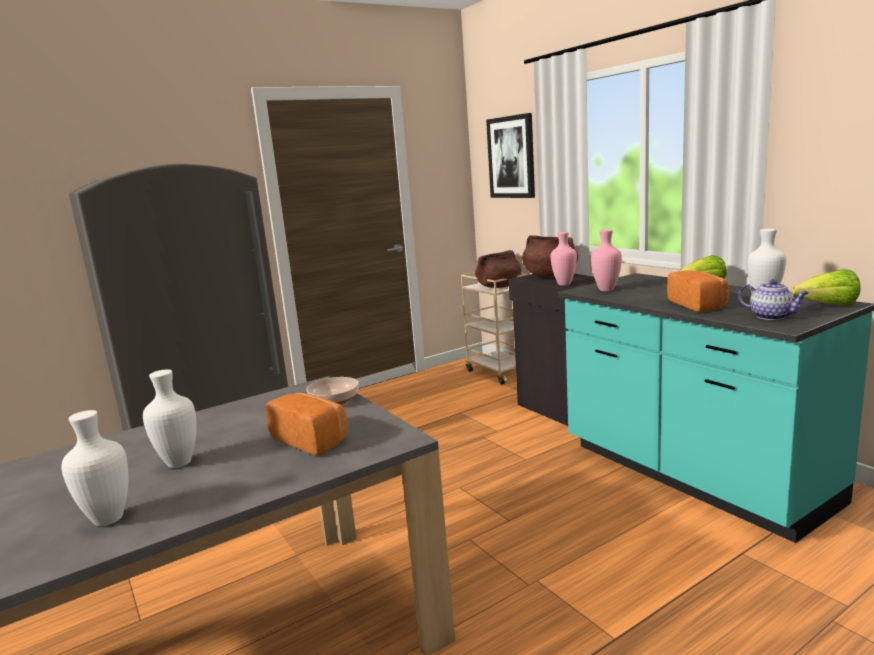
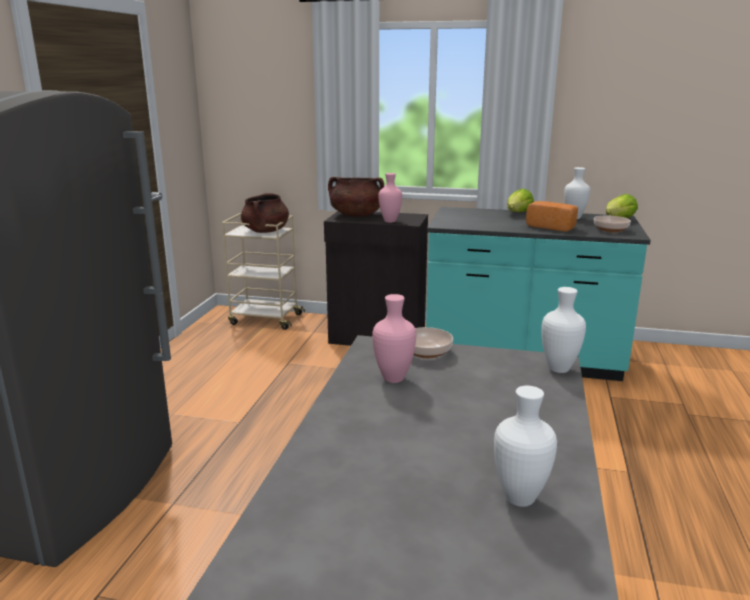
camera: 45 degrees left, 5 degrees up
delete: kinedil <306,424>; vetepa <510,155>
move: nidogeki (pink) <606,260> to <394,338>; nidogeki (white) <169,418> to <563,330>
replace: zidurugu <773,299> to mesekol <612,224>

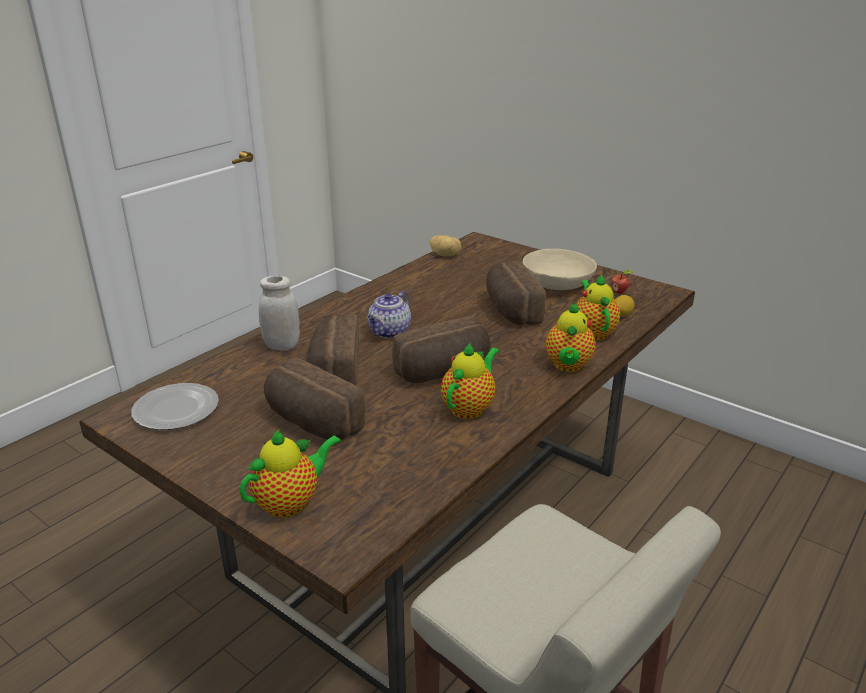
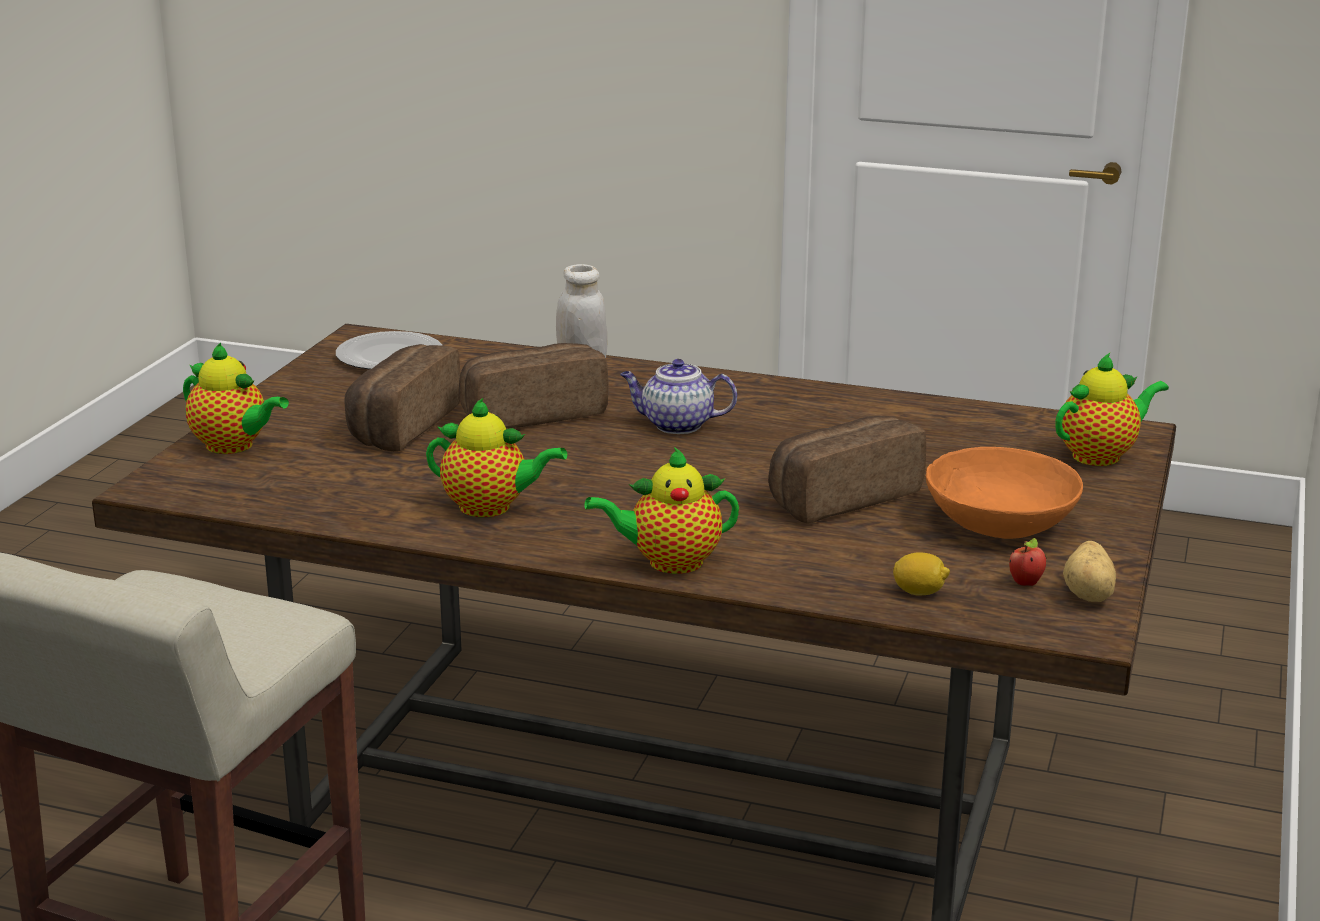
camera: 70 degrees right, 5 degrees down
delete: kinedil <441,349>
move: zidurugu <598,307> to <1112,409>; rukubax <446,245> to <1089,571>
recolor: mesekol (beige) <560,269> to mesekol (orange) <1004,493>

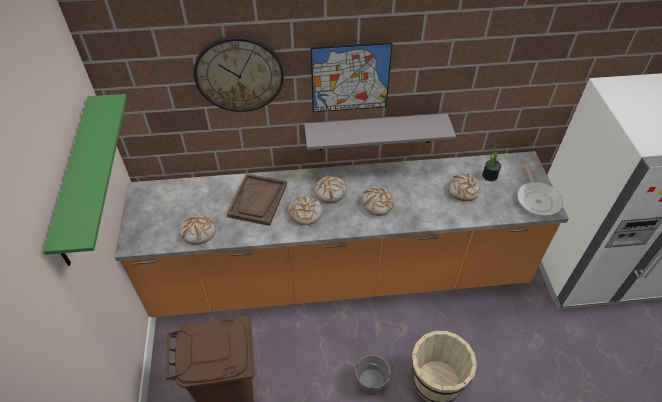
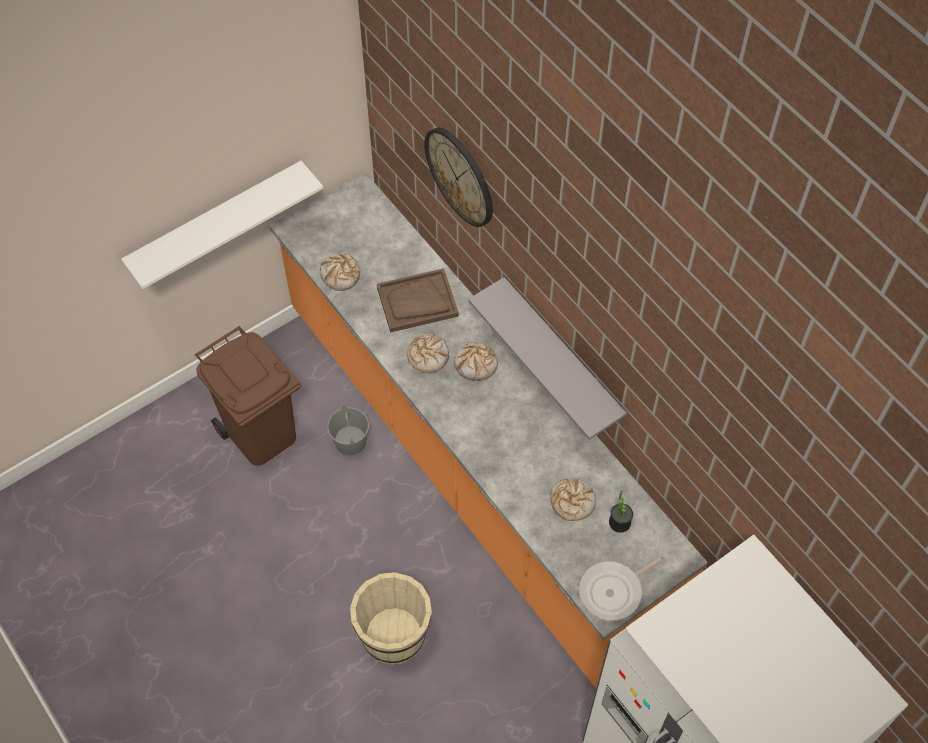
camera: 60 degrees right, 10 degrees up
delete: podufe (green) <85,180>; vetepa <351,77>; kinedil <377,201>
insert: podufe (white) <222,225>
move: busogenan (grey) <372,375> to <348,431>

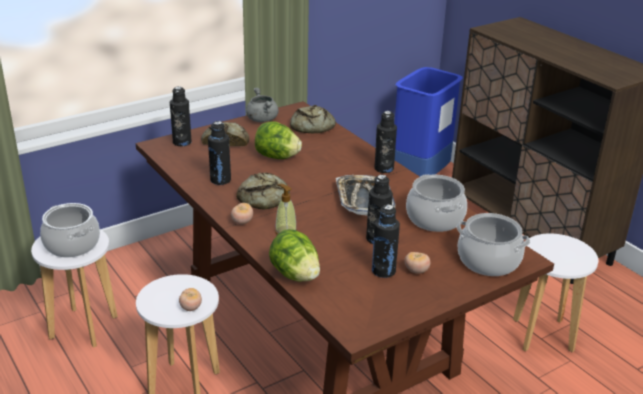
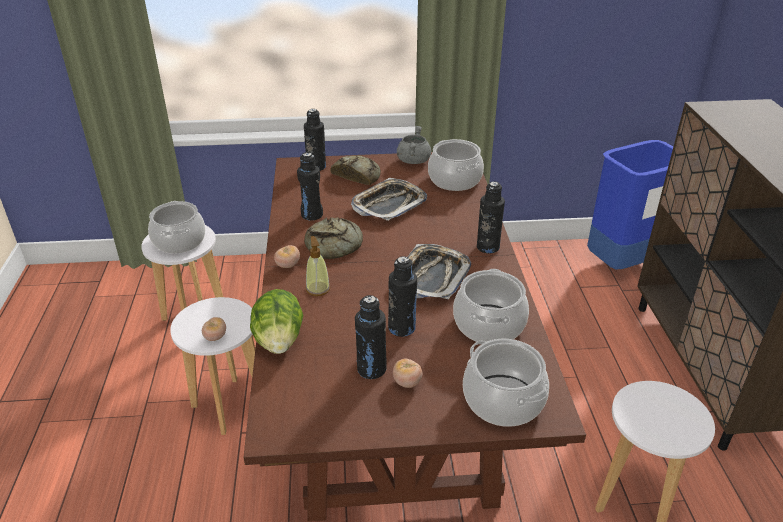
camera: 30 degrees right, 5 degrees up
replace: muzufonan <278,140> to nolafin <389,199>; kinedil <313,119> to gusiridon <456,165>

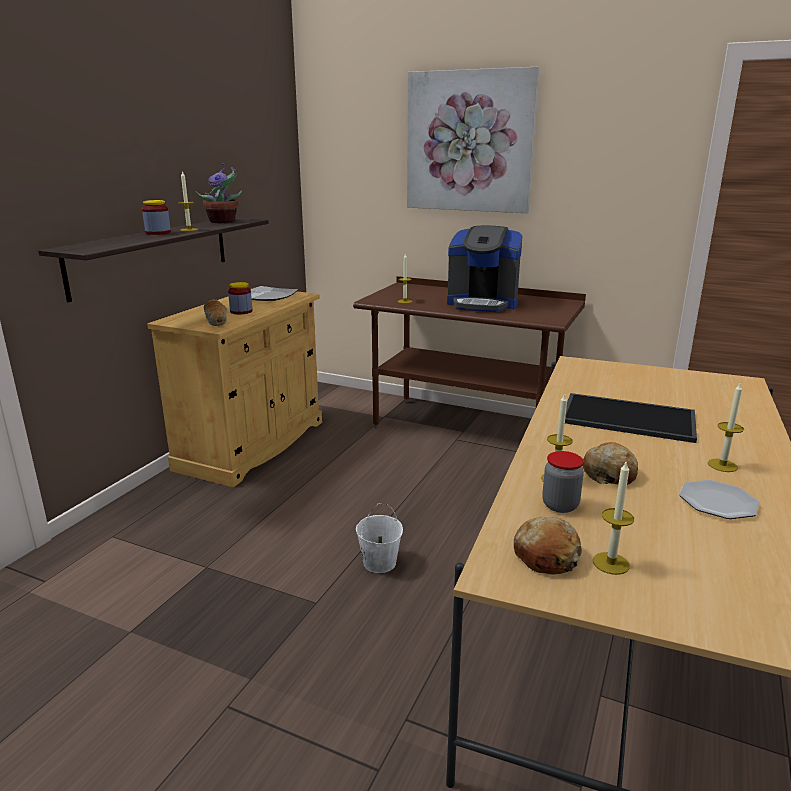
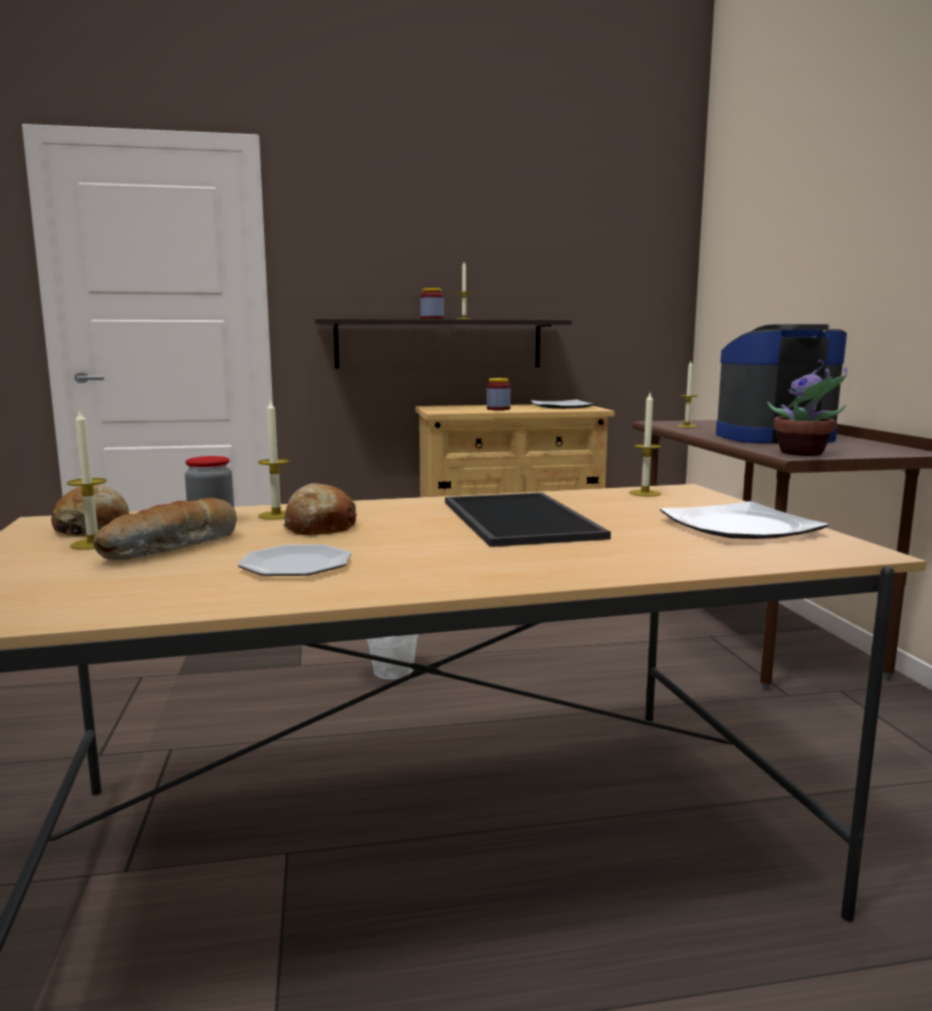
camera: 55 degrees right, 10 degrees down
delete: vetepa <473,140>
insert: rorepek <744,520>
move: kinedil <215,312> to <165,529>; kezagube <726,427> to <645,444>; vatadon <219,193> to <807,408>
rotate: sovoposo <484,269> = <781,384> 105 degrees clockwise

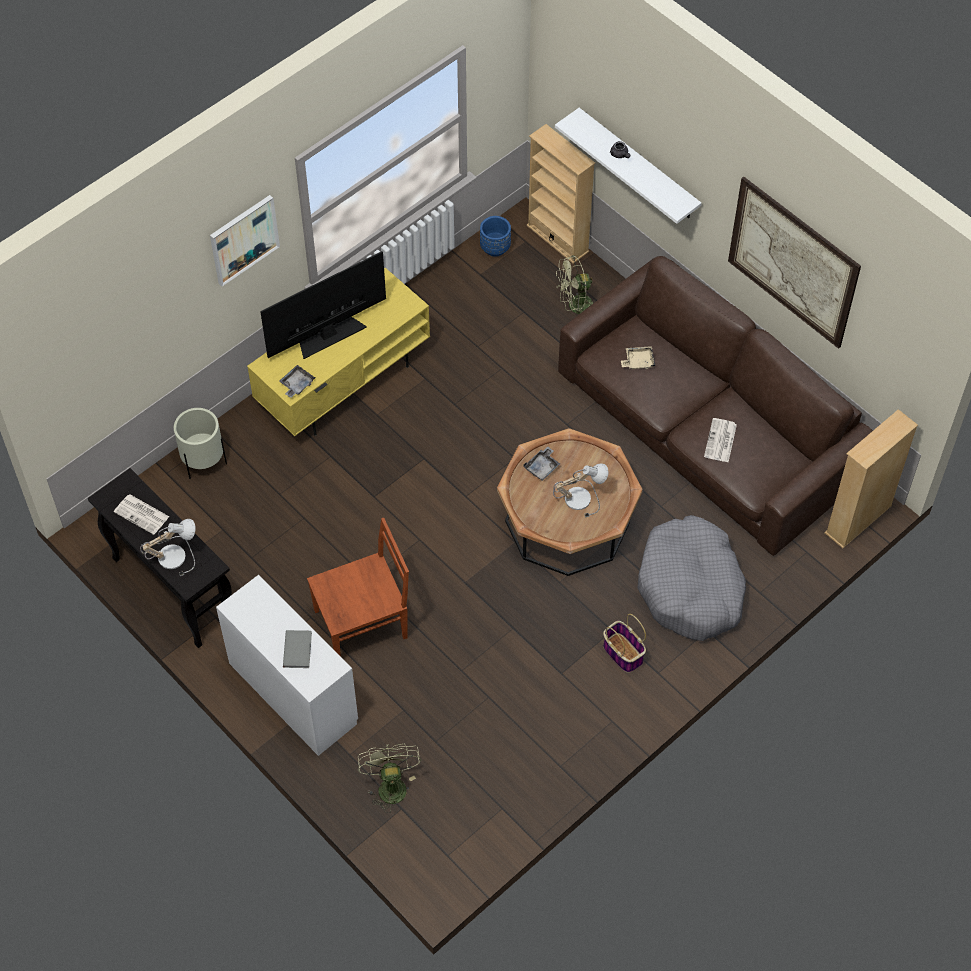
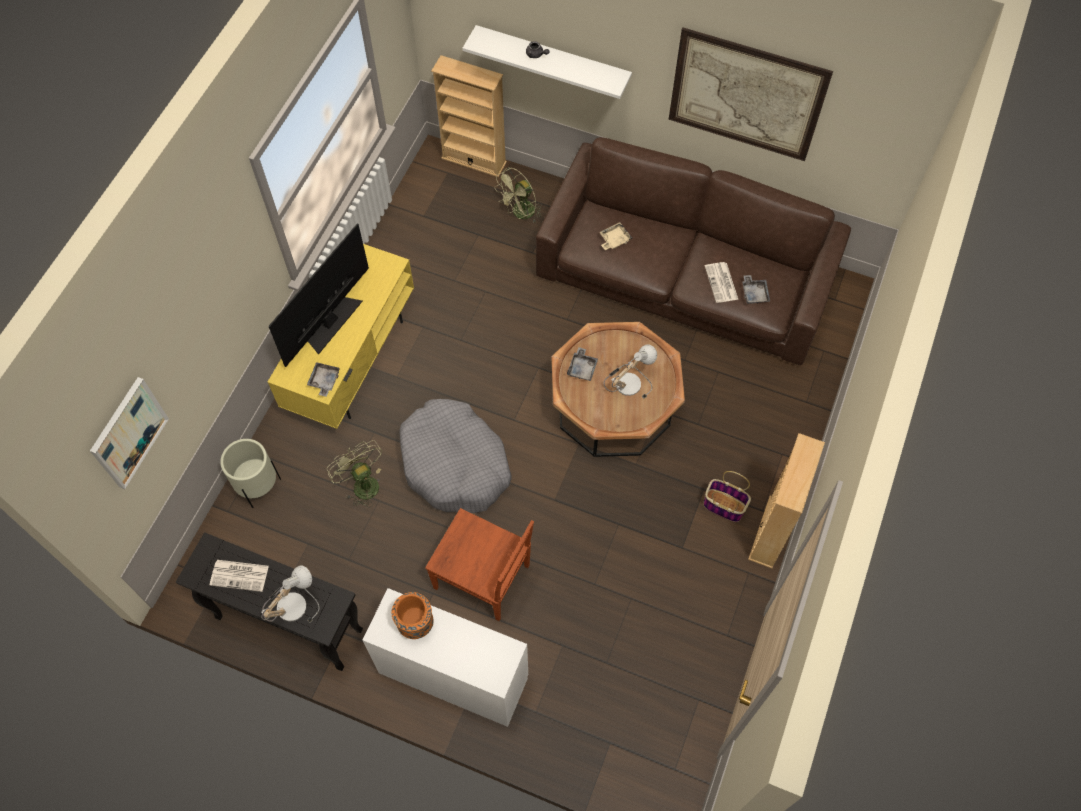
camera: 25 degrees left, 5 degrees up
delete: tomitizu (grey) <297,649>; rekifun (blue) <495,236>
insert: nidogeki (orange) <413,615>; nolafin (grey) <756,289>
move: vetepa <245,240> to <129,433>; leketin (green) <389,778> to <354,474>; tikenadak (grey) <691,578> to <455,456>; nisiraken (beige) <871,478> to <786,501>
rotate: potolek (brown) <358,587> = <479,564> 75 degrees clockwise

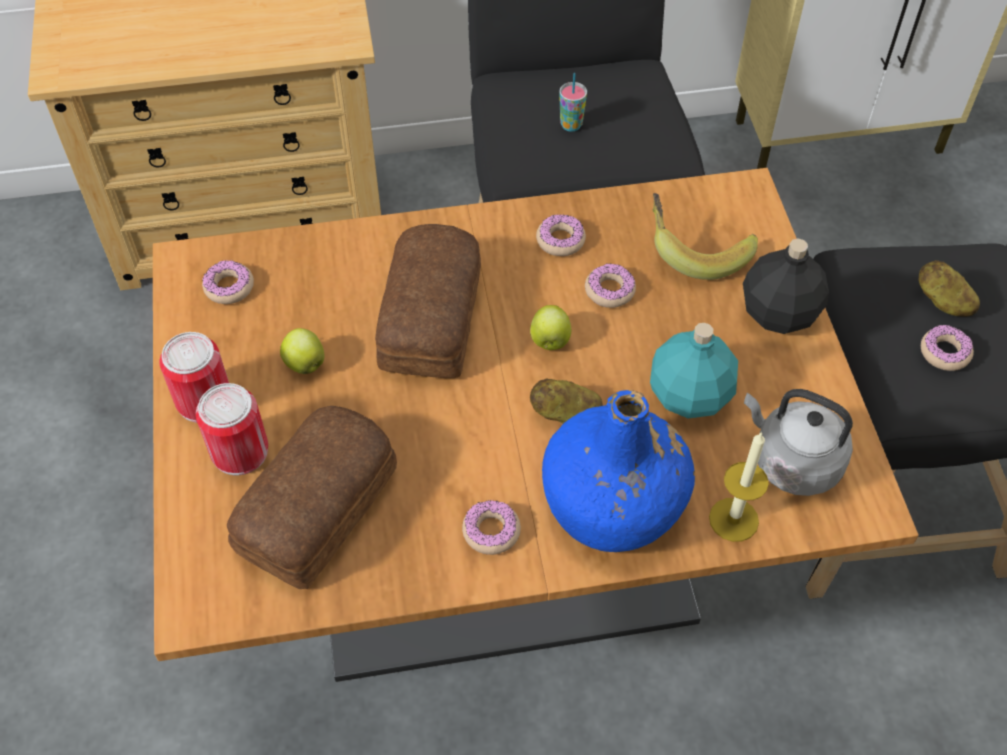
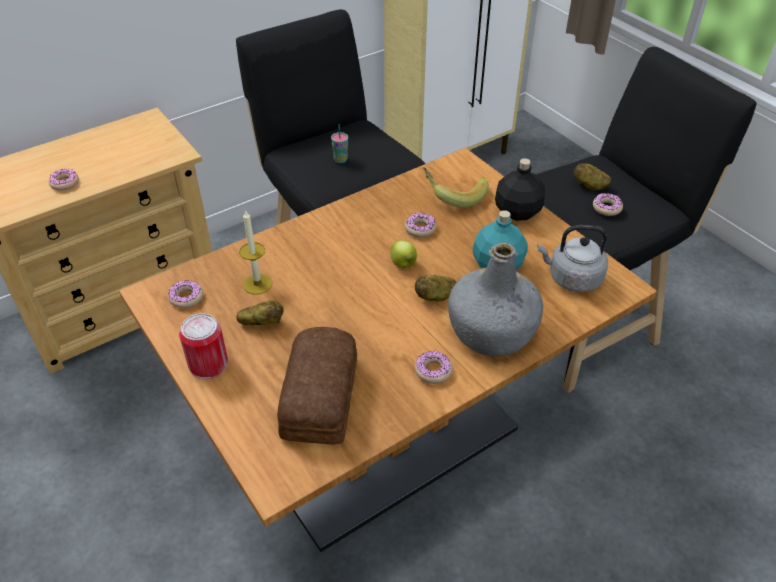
camera: 25 degrees left, 10 degrees down
delete: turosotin <232,429>; kinedil <428,301>
move: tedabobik <561,235> to <63,180>; kezagube <739,487> to <255,252>
replace: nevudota <302,351> to rukubax <260,313>
recolor: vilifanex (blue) <618,471> to vilifanex (grey) <495,300>

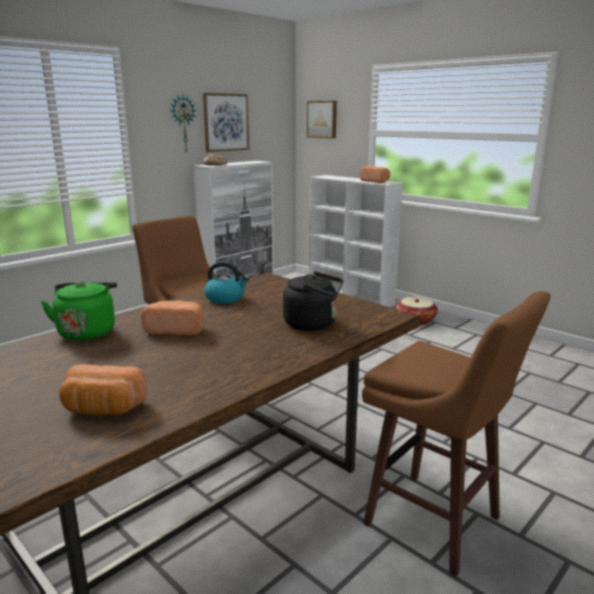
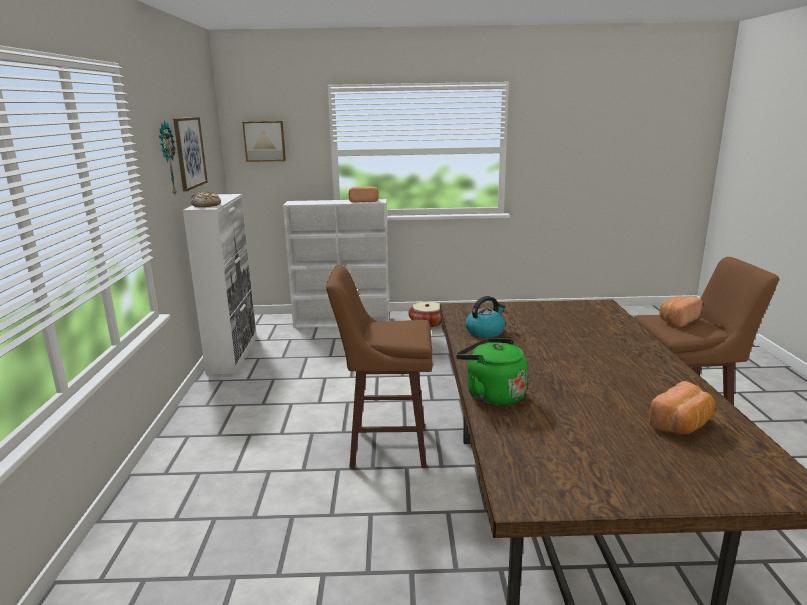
camera: 45 degrees left, 0 degrees up
delete: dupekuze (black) <313,301>
move: kinedil <173,318> to <681,311>

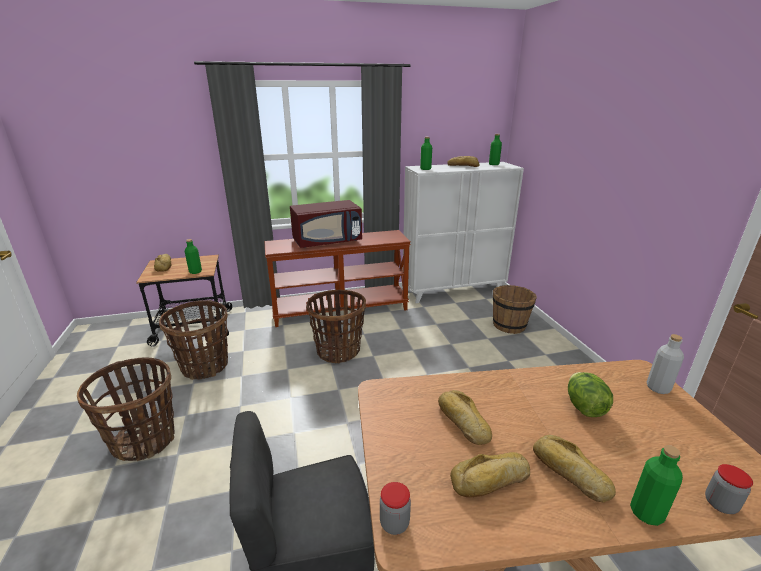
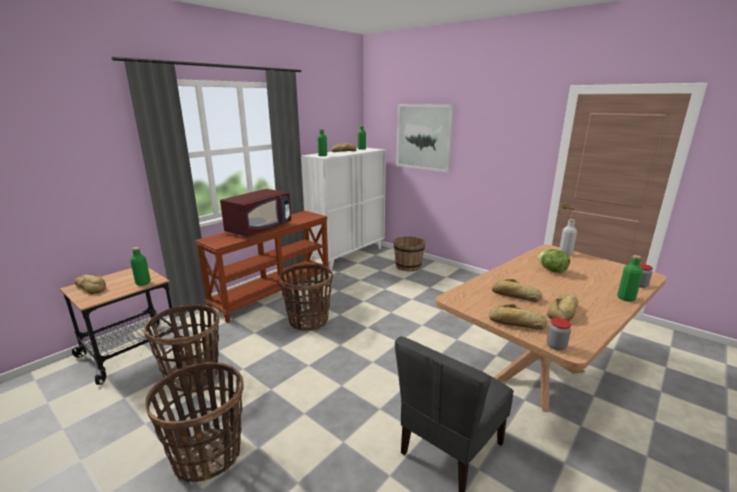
camera: 35 degrees left, 5 degrees down
insert: vetepa <425,138>
move: kinedil <574,468> to <518,317>

